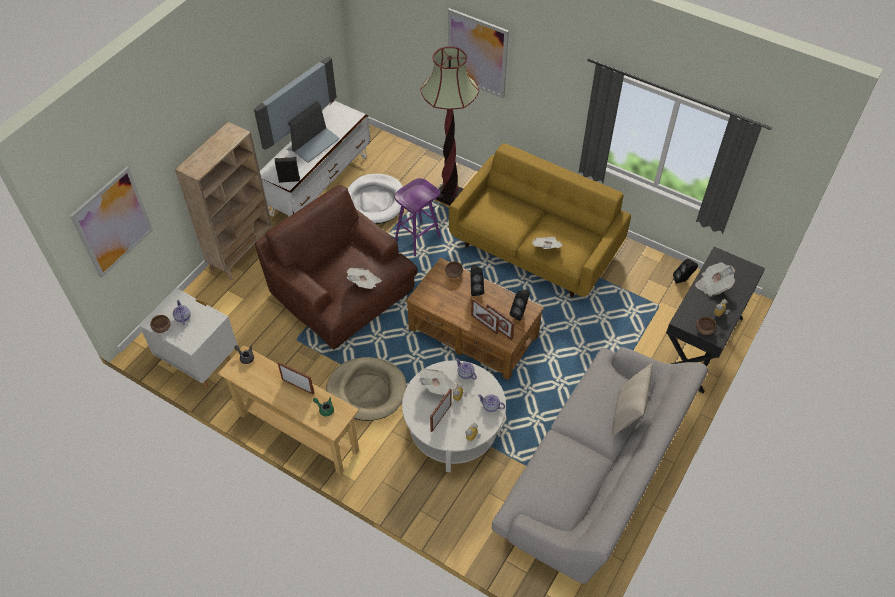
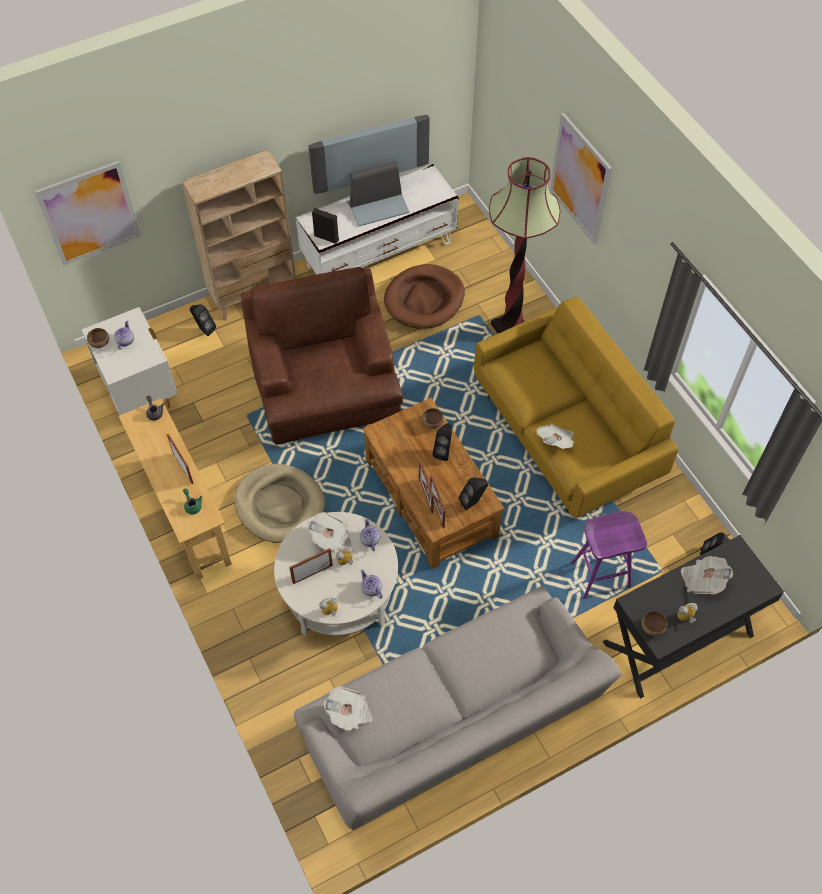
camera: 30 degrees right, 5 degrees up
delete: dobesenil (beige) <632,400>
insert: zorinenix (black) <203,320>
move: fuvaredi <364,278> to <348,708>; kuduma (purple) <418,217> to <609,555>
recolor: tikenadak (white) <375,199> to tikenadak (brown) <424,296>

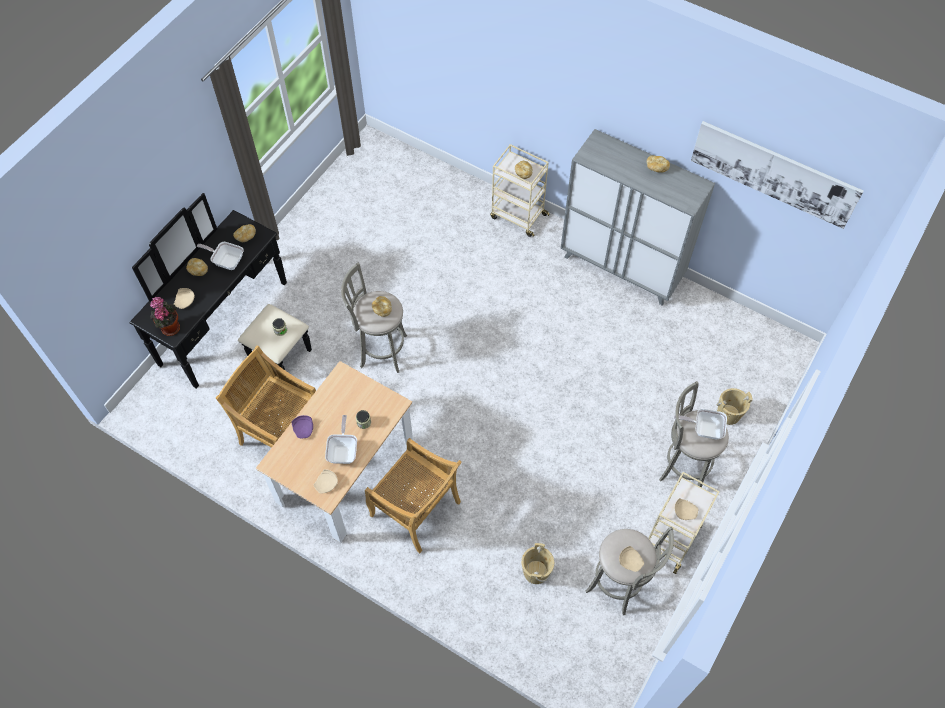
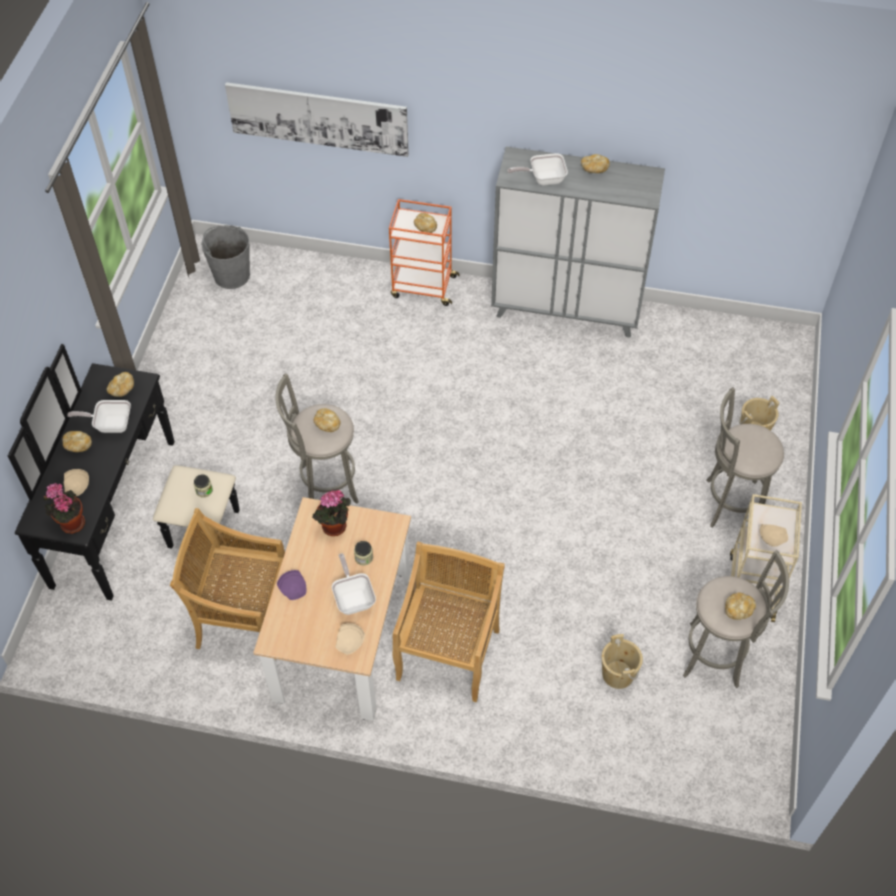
camera: 20 degrees left, 5 degrees down
insert: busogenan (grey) <225,257>; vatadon <331,513>
move: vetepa <777,175> to <317,119>; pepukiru <700,424> to <537,169>
replace: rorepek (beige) <631,559> to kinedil <740,606>
recolor: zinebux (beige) <520,190> to zinebux (orange) <424,252>
rotate: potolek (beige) <413,495> = <449,622> 90 degrees counterclockwise

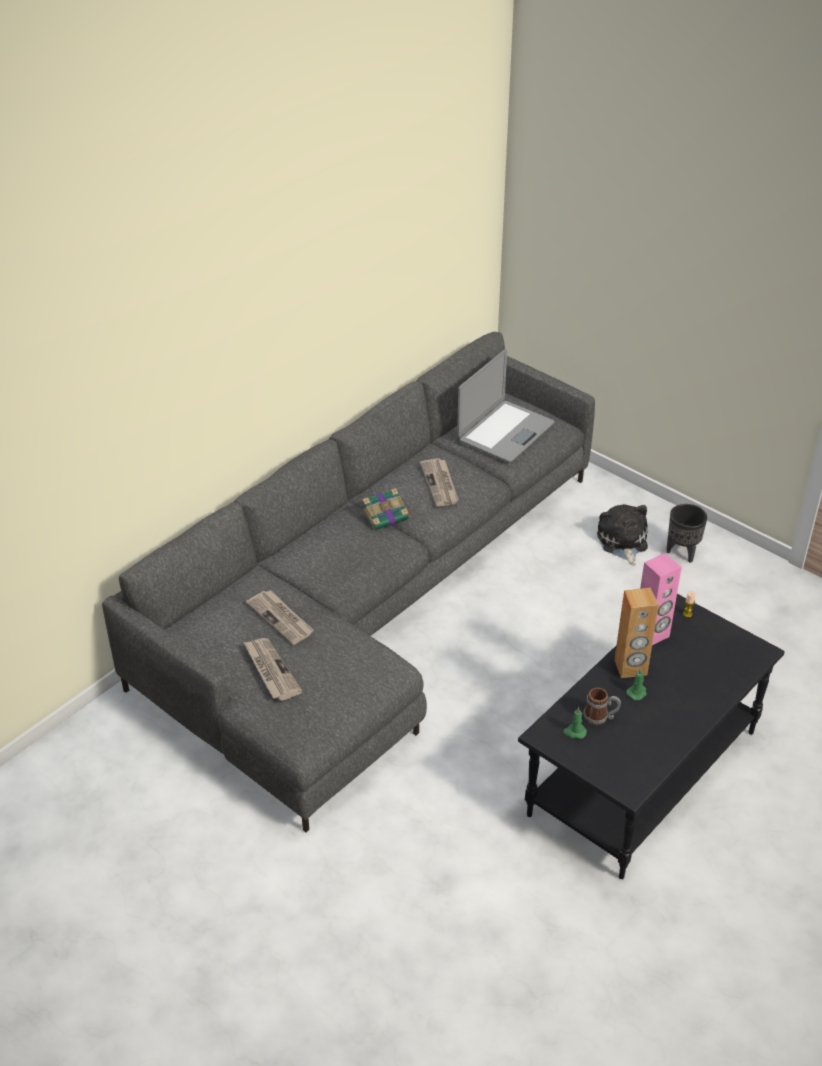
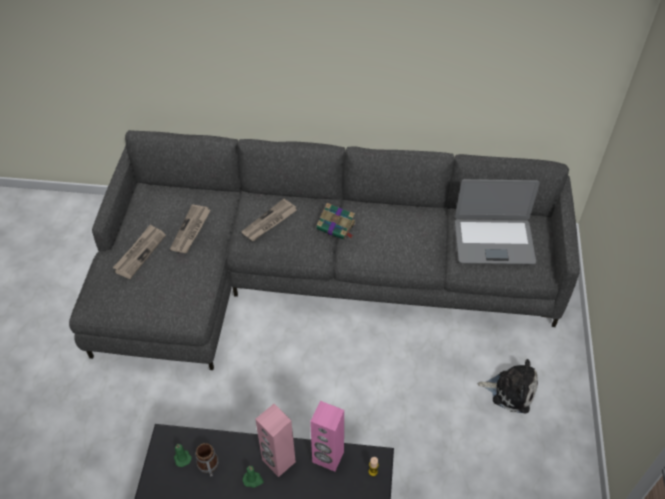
camera: 55 degrees right, 10 degrees up
delete: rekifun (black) <686,533>
move: fuvaredi <439,482> to <269,220>
recolor: zorinenix (brown) <636,633> to zorinenix (pink) <275,440>
rotate: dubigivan <622,535> = <508,386> 60 degrees clockwise

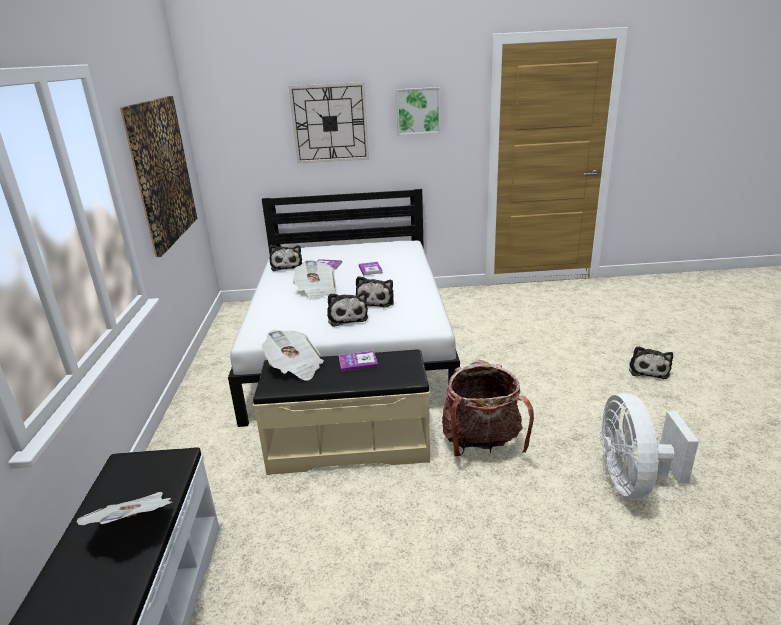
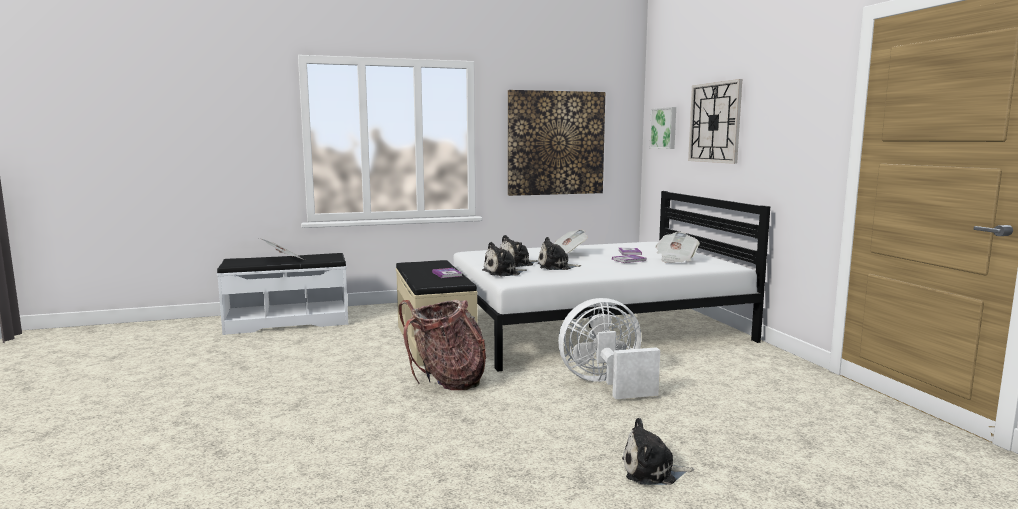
camera: 75 degrees right, 15 degrees down
move: dubigivan <285,258> to <504,259>; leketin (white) <649,445> to <609,348>; vetepa <418,111> to <663,128>; fuvaredi <293,355> to <678,247>

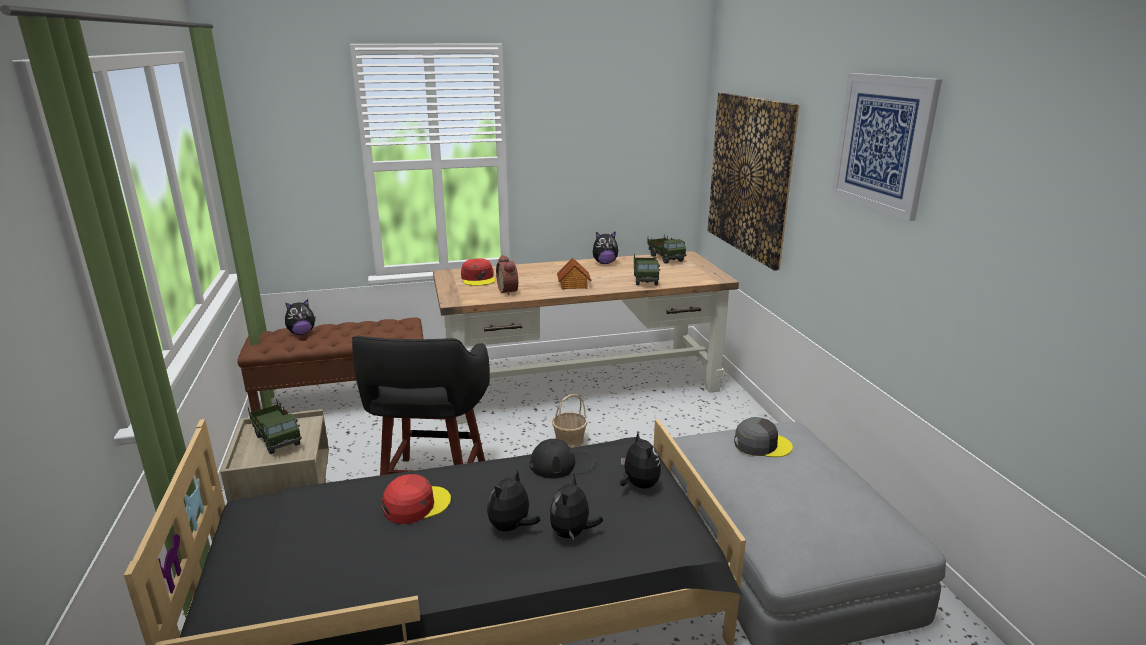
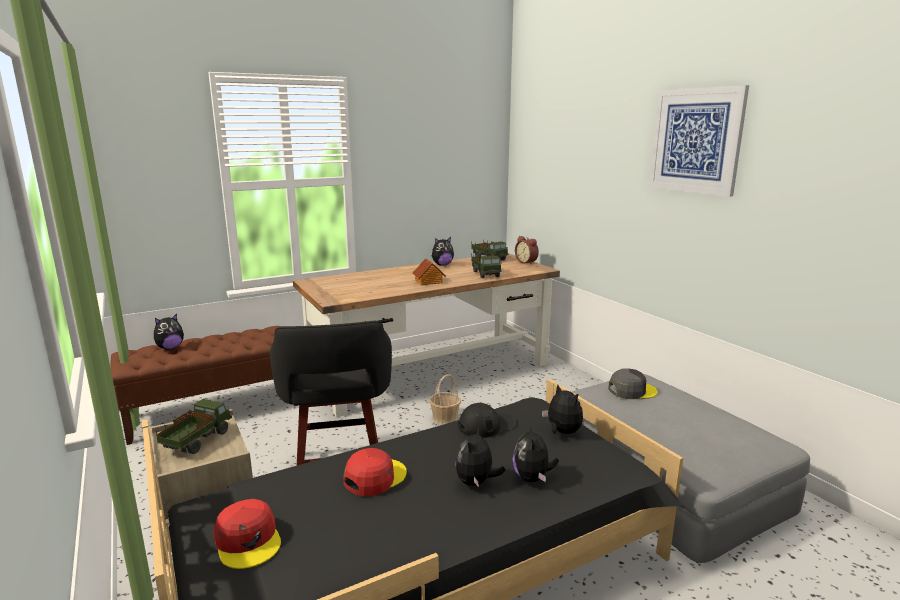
camera: 15 degrees left, 5 degrees down
delete: vetepa <753,182>
move: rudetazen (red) <478,272> to <247,534>; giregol <507,275> to <527,250>
rotate: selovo <275,426> = <194,426> 105 degrees counterclockwise

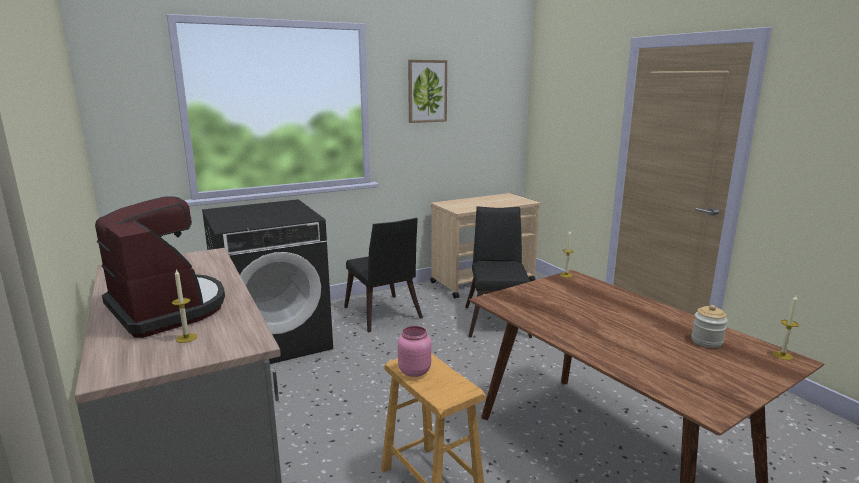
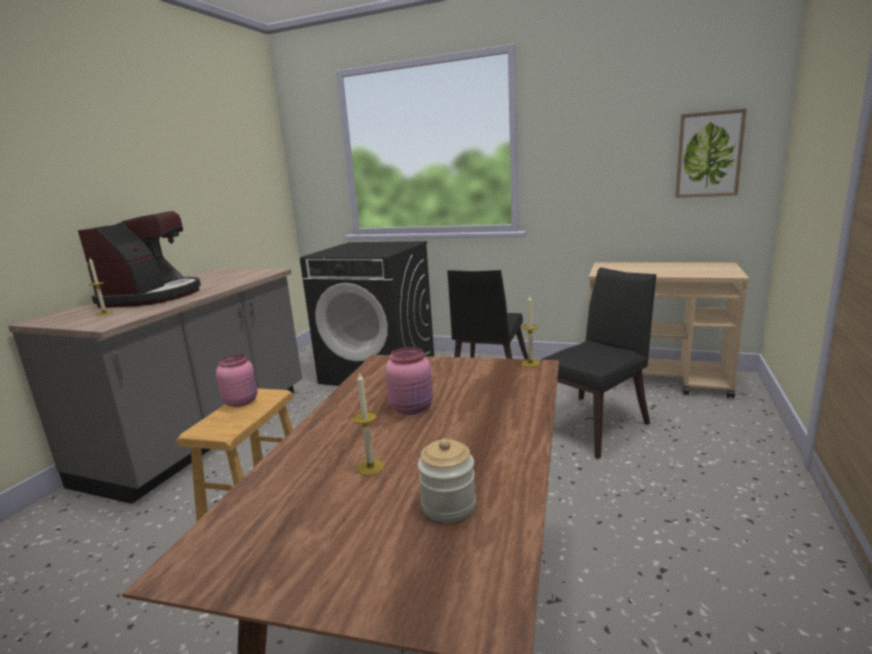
camera: 50 degrees right, 0 degrees up
insert: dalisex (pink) <409,381>
move: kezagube <785,327> to <368,424>; vetepa <427,91> to <711,153>

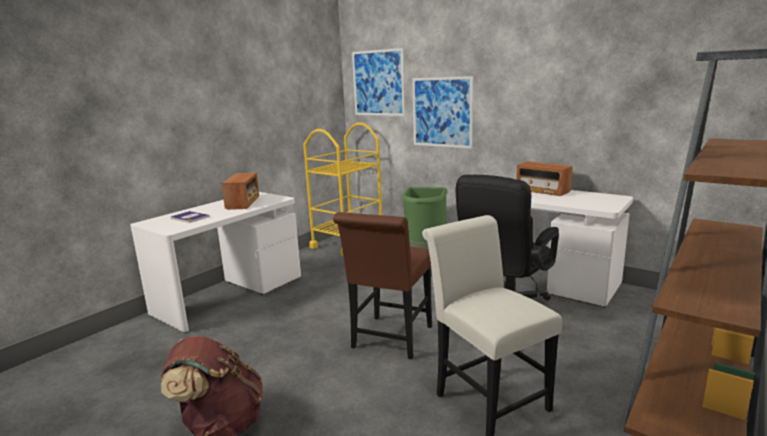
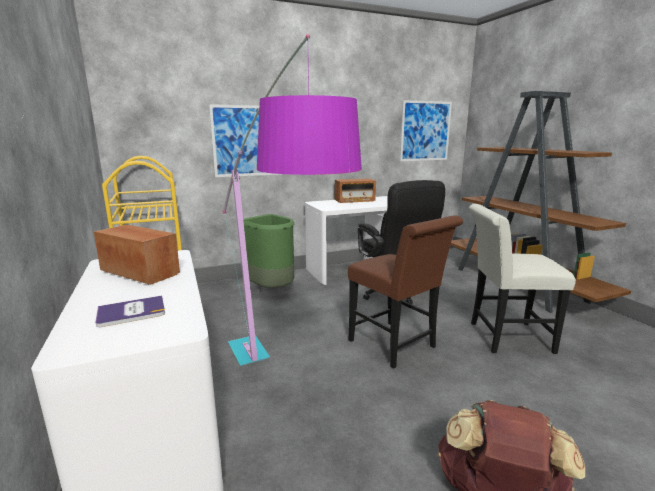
camera: 60 degrees left, 0 degrees up
insert: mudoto <292,200>
move: vetepa <378,82> to <426,130>

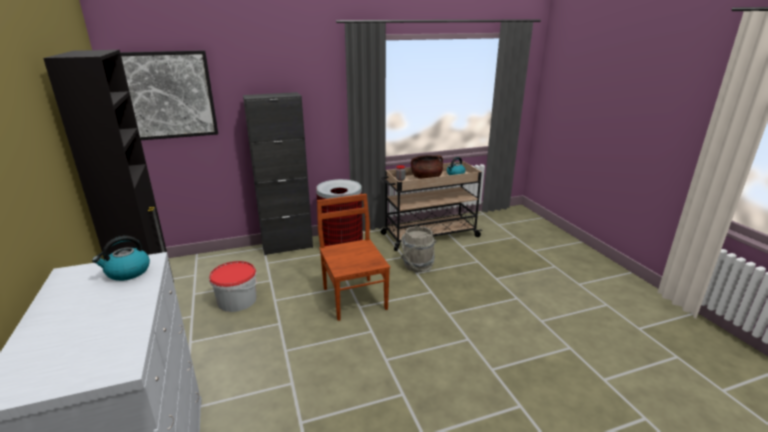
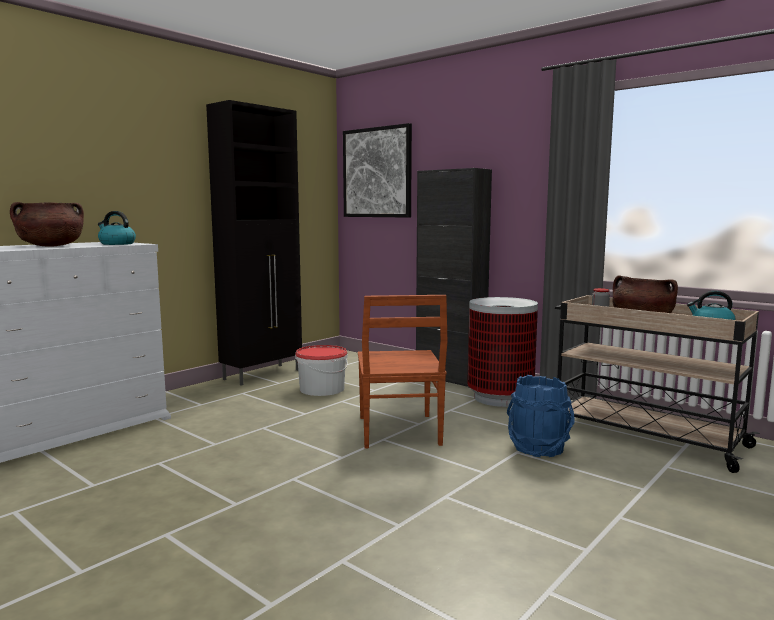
camera: 60 degrees right, 15 degrees down
insert: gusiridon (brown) <47,224>
recolor: busogenan (grey) <419,249> to busogenan (blue) <541,416>
rotate: potolek (brown) <353,257> = <402,372> 135 degrees clockwise

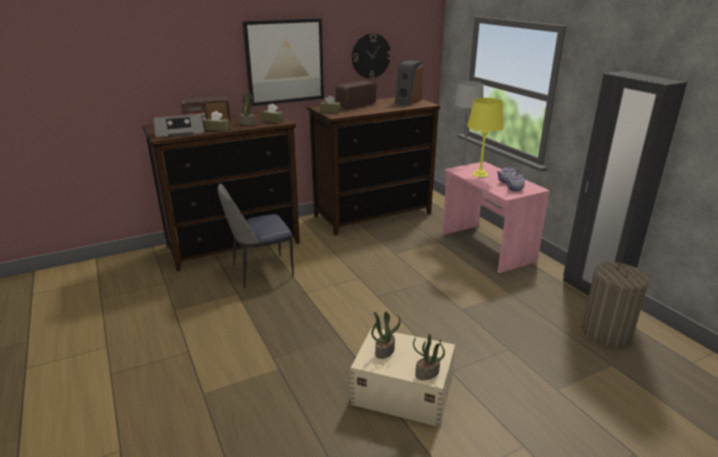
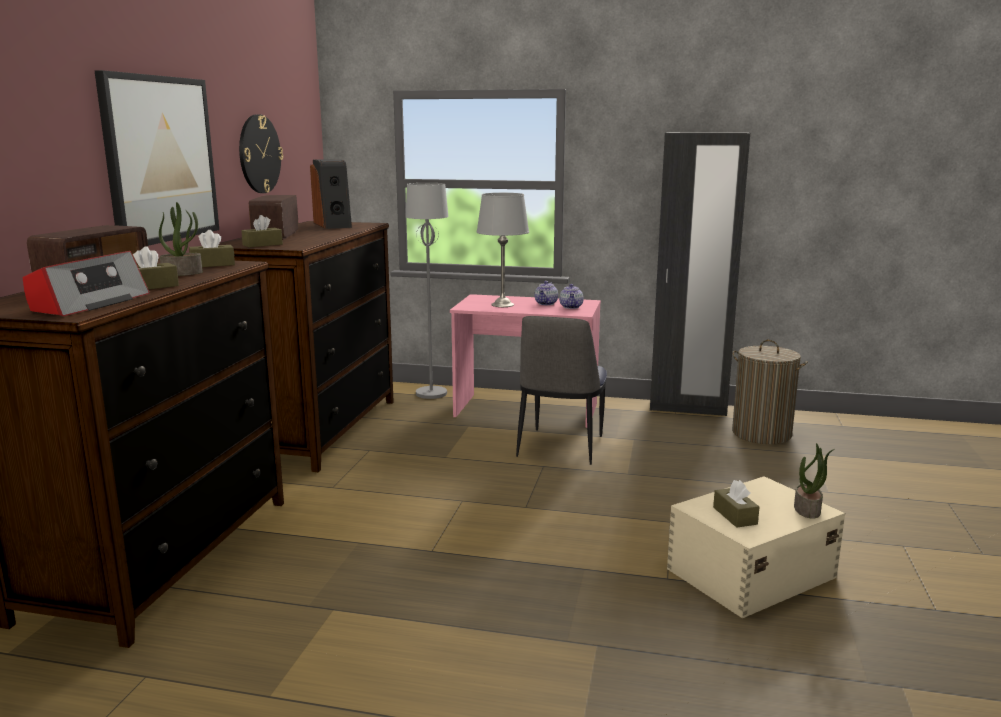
camera: 50 degrees left, 10 degrees down
move: potolek <256,236> to <561,390>
replace: vatadon <386,335> to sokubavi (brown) <736,504>
recolor: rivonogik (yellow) <485,137> to rivonogik (grey) <503,250>

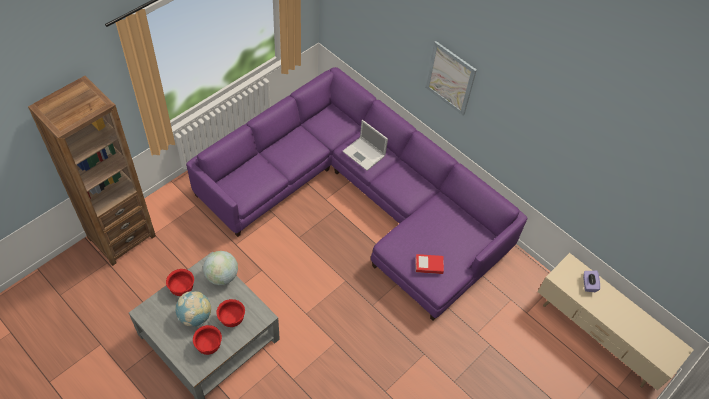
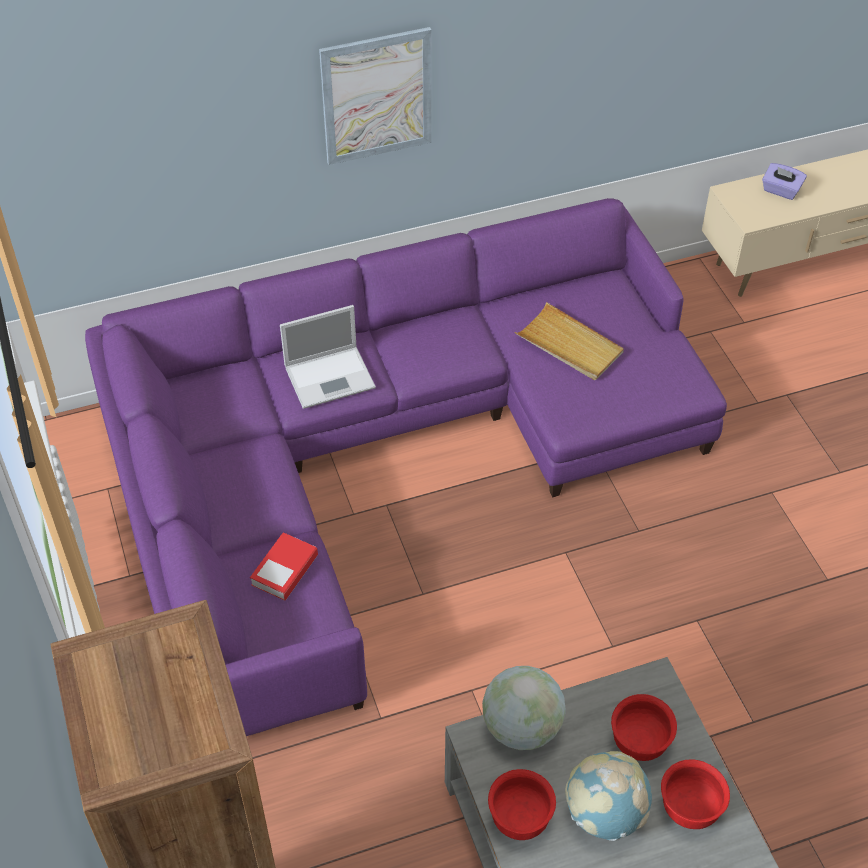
camera: 60 degrees left, 5 degrees down
insert: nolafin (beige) <569,341>
move: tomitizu <429,264> to <284,566>

